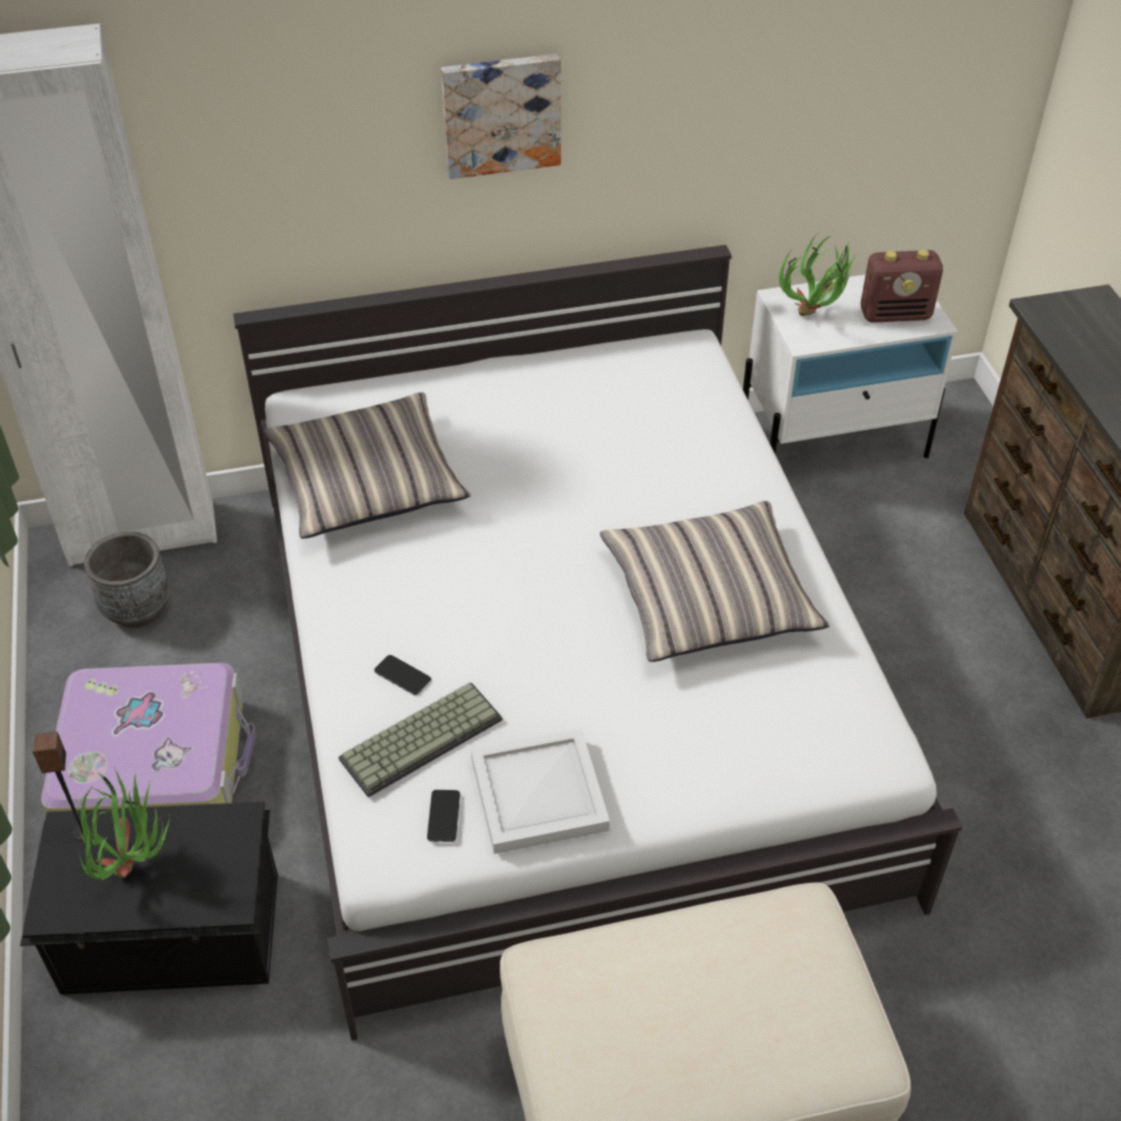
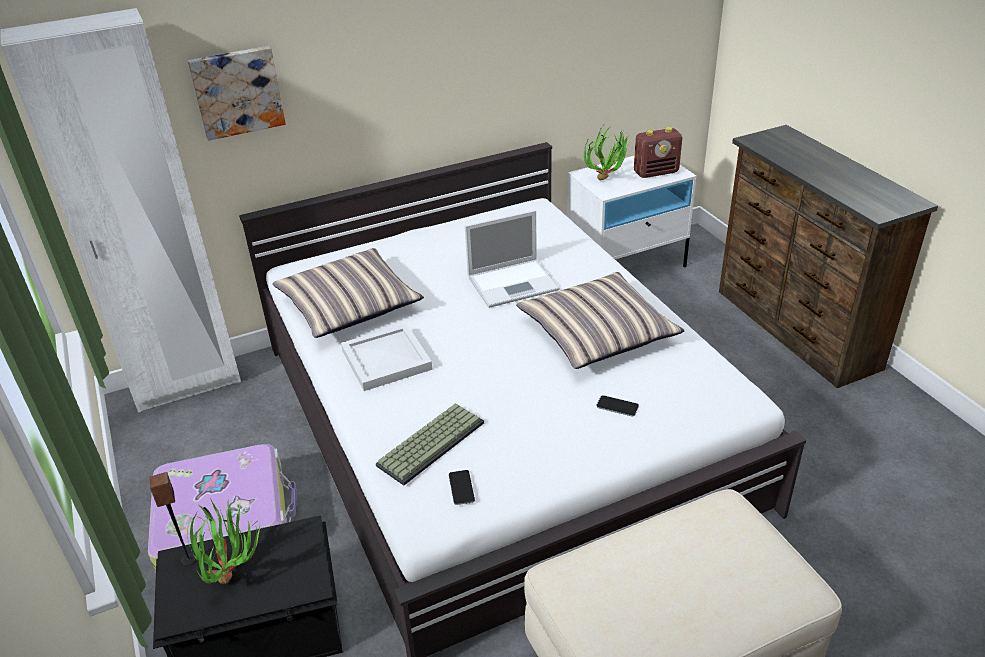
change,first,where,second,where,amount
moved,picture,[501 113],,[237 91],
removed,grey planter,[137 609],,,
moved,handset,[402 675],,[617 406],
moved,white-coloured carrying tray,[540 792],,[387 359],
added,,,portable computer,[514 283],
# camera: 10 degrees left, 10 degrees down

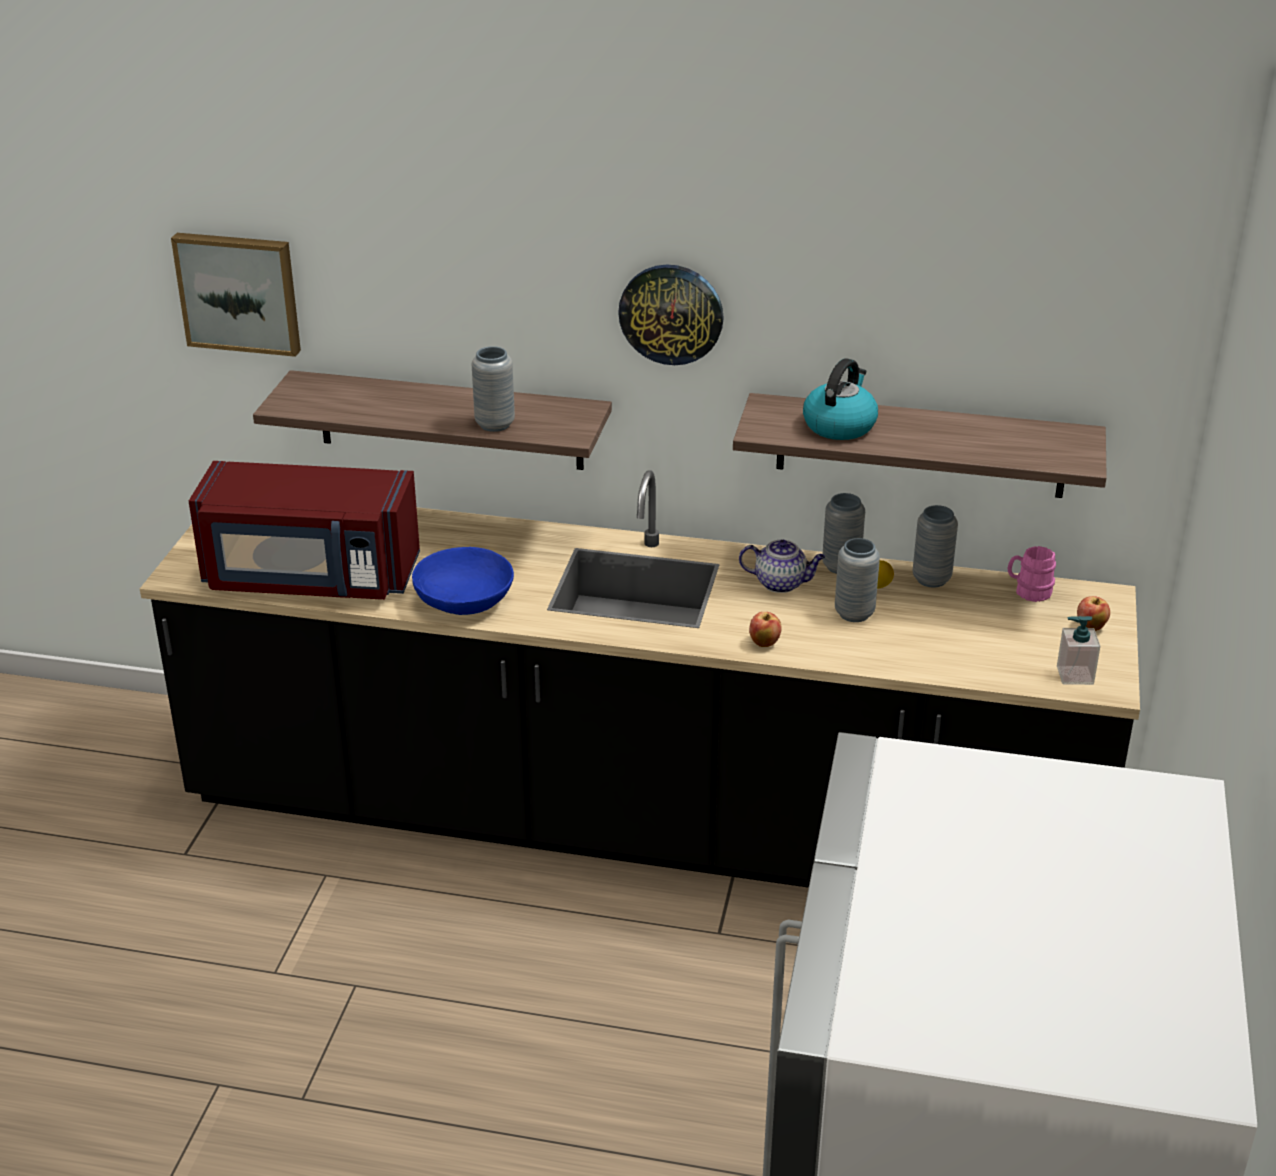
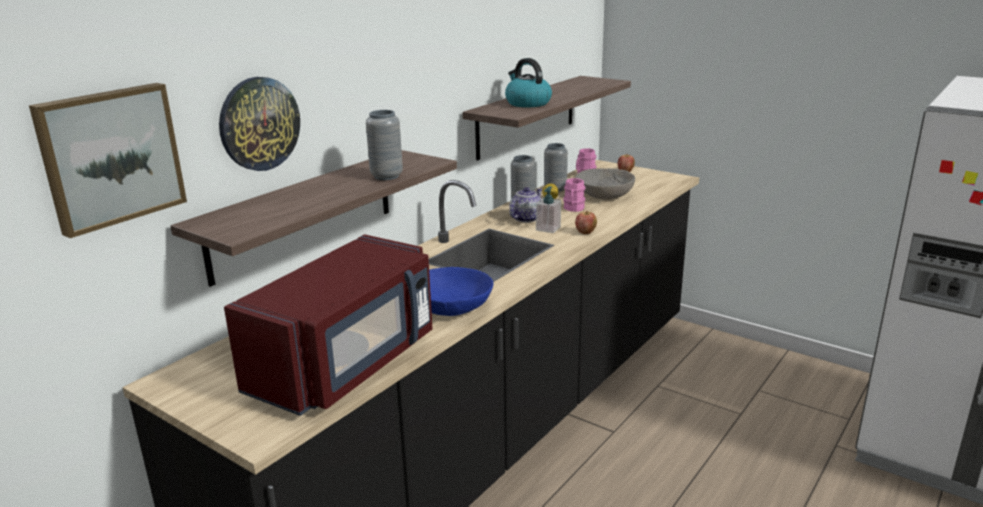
change,first,where,second,where,amount
moved,clock on the wall,[671 313],,[259 124],
replaced,grey vase,[854 614],pinkish tea mug,[573 209],
moved,soap bottle,[1074 675],,[548 228],
added,,,grey serving bowl,[604 195],
# camera: 65 degrees left, 10 degrees down

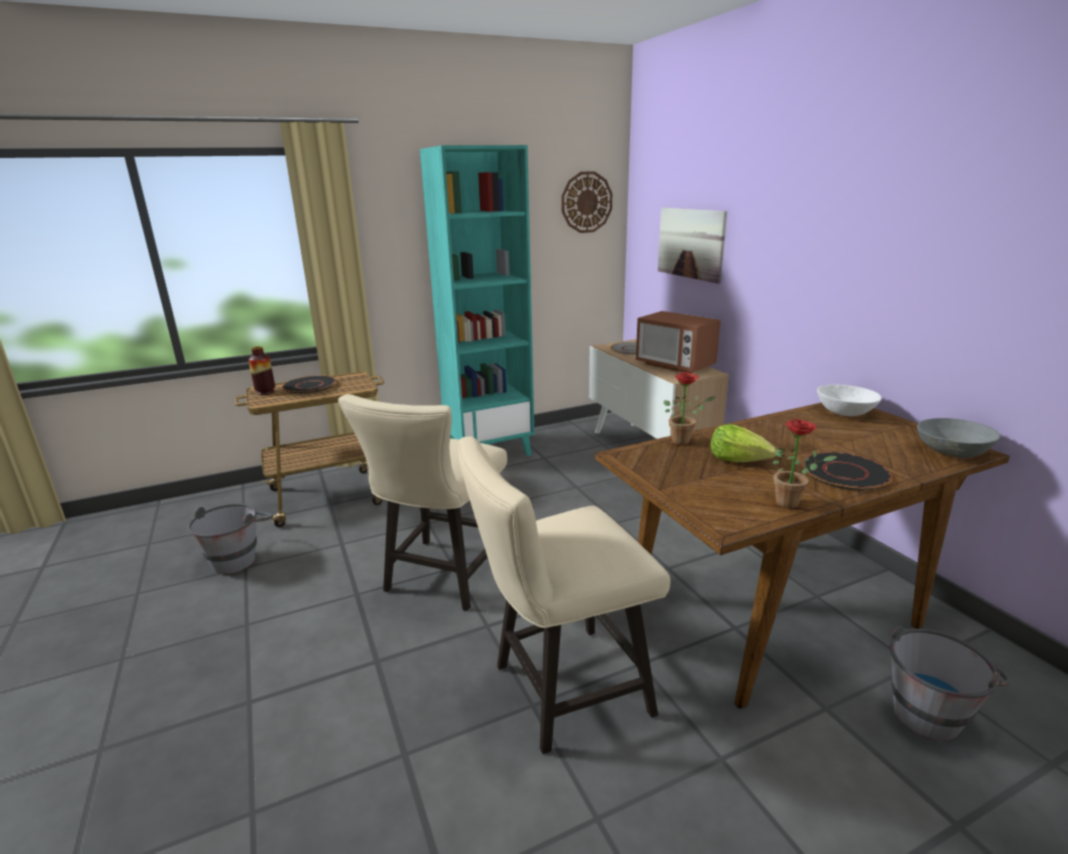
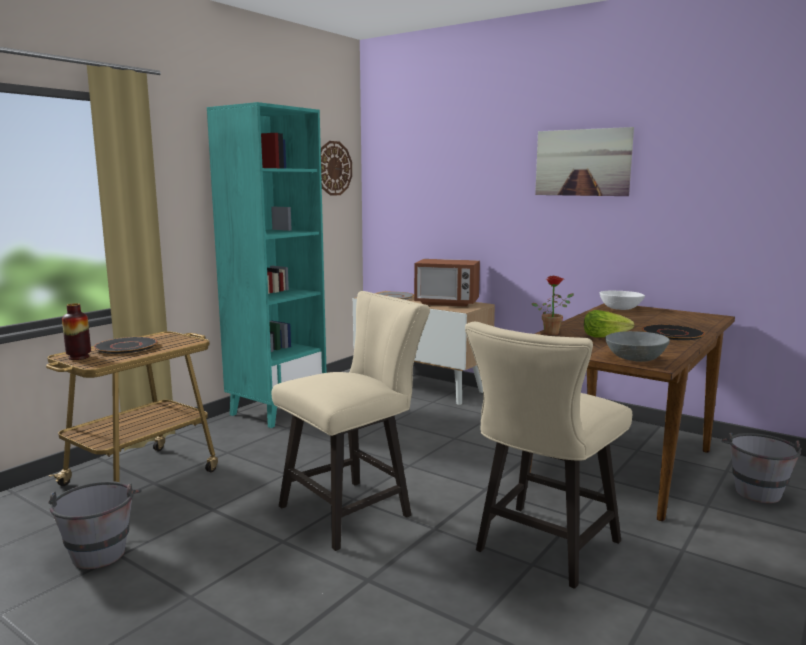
change,first,where,second,where,amount
moved,picture,[690 243],,[582 162],
turned,beige-coloured chair,[442 579],,[353 509],120 degrees counterclockwise
moved,grey serving bowl,[952 452],,[635 358],
removed,plant in a pot,[792 503],,,
# camera: 30 degrees left, 10 degrees down

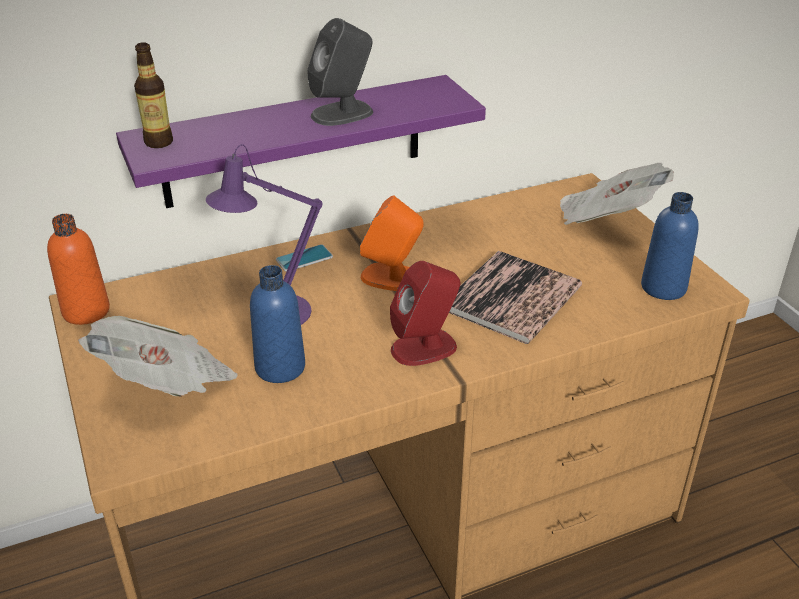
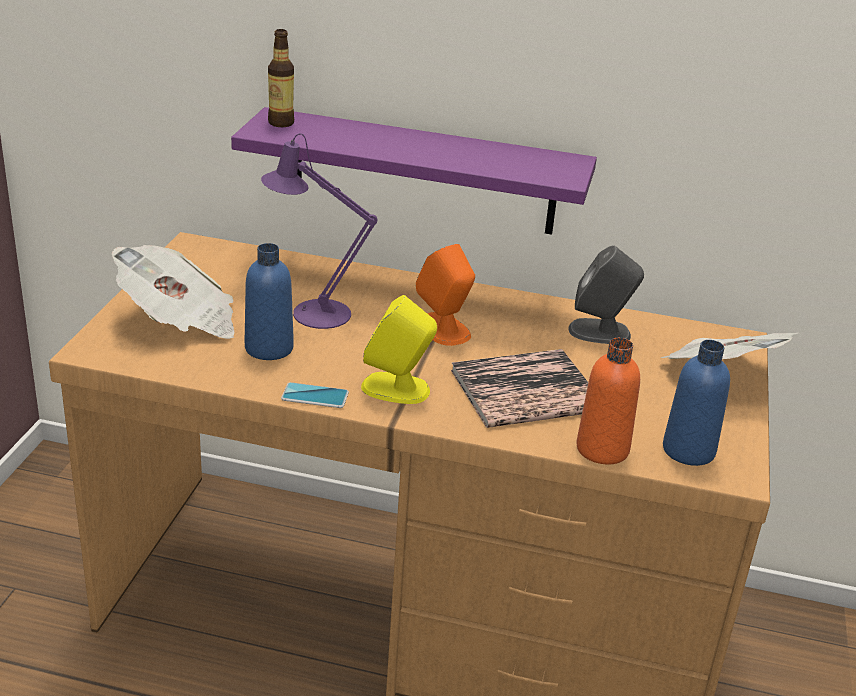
change,first,where,second,where,amount
moved,grey loudspeaker,[343 113],,[600 332],
moved,orange-coloured bottle,[86 311],,[602 449],
moved,handset,[304 258],,[315 396],
recoloured,red-coloured loudspeaker,[424 347],yellowish loudspeaker,[396 389],
# camera: 35 degrees right, 5 degrees down

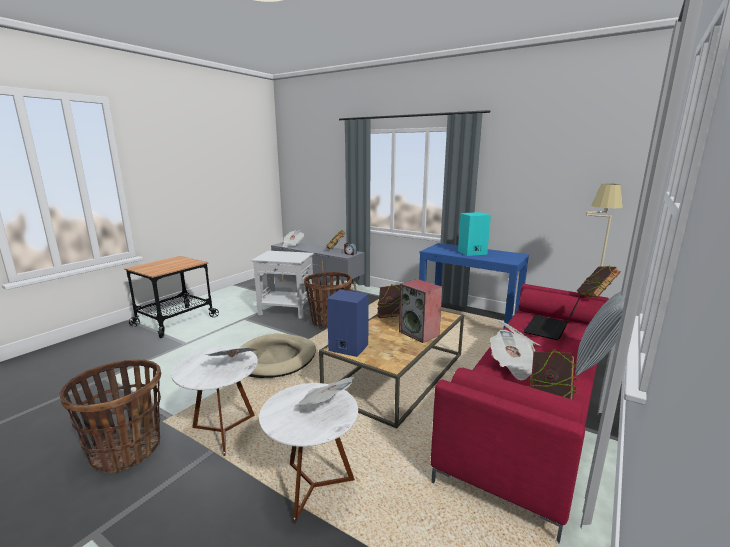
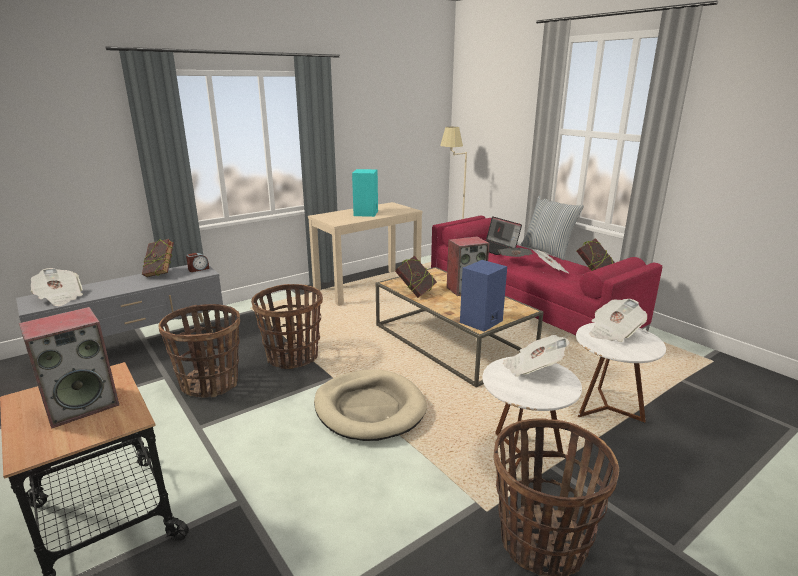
change,first,where,second,where,amount
recoloured,blue-coloured hall table,[468 320],beige-coloured hall table,[368 286],
replaced,white-coloured end table,[287 310],household basket,[210 383],
removed,bound book,[595 297],,,
added,,,loudspeaker,[83 405],
# camera: 70 degrees left, 5 degrees up

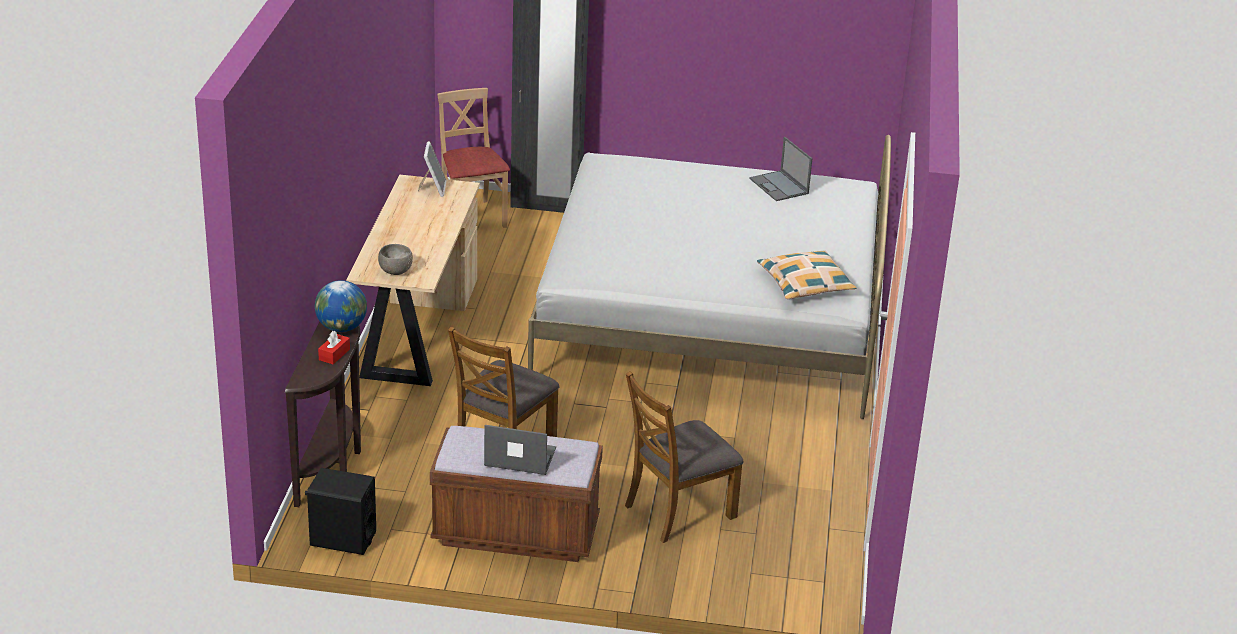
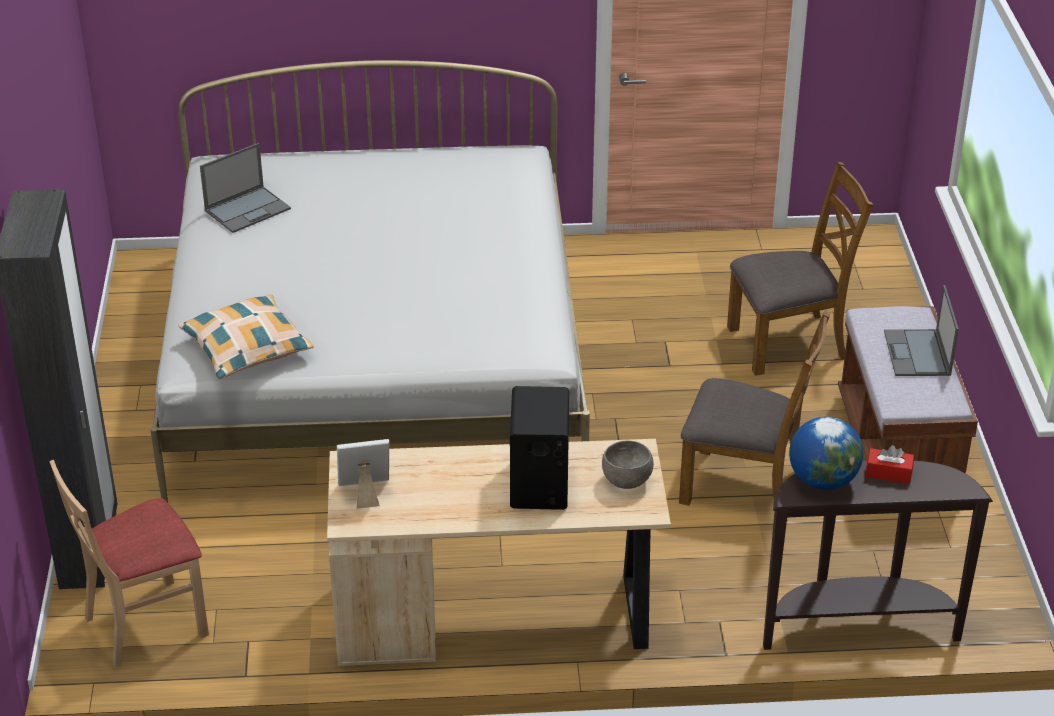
change,first,where,second,where,amount
moved,cushion,[805 283],,[247 347],
turned,brown chair,[678 511],,[788 343],60 degrees counterclockwise
moved,blackish loudspeaker,[342 539],,[539 484],
# camera: 100 degrees left, 5 degrees up

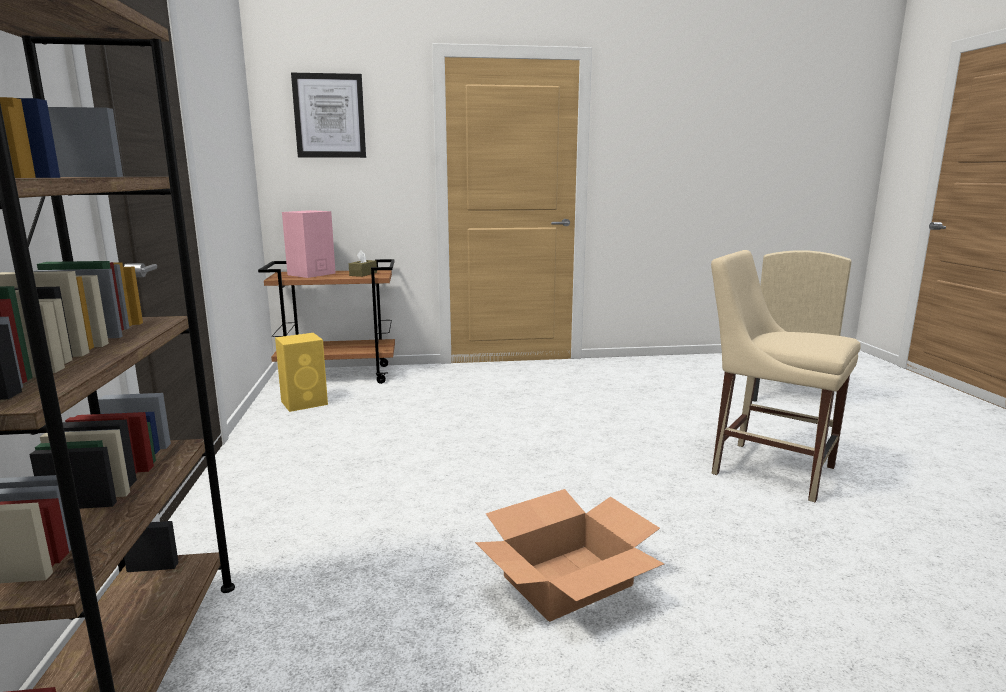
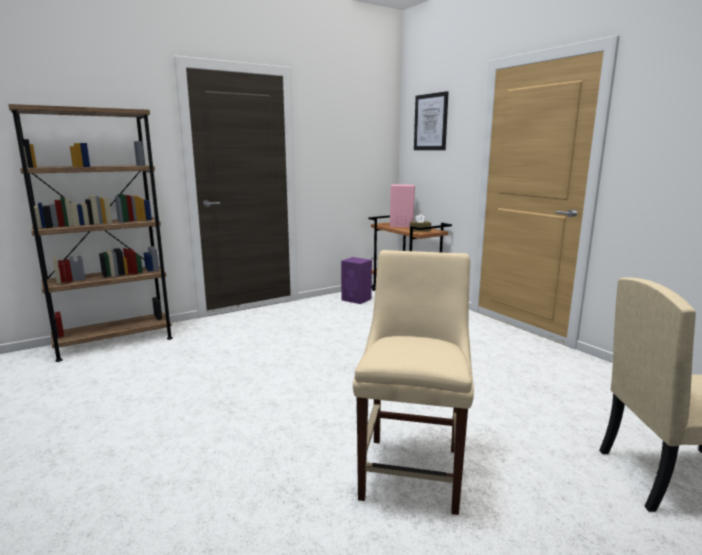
change,first,where,second,where,amount
recoloured,yellowish loudspeaker,[305 402],purple loudspeaker,[357 299],
removed,packing box,[568 581],,,
# camera: 65 degrees right, 0 degrees up

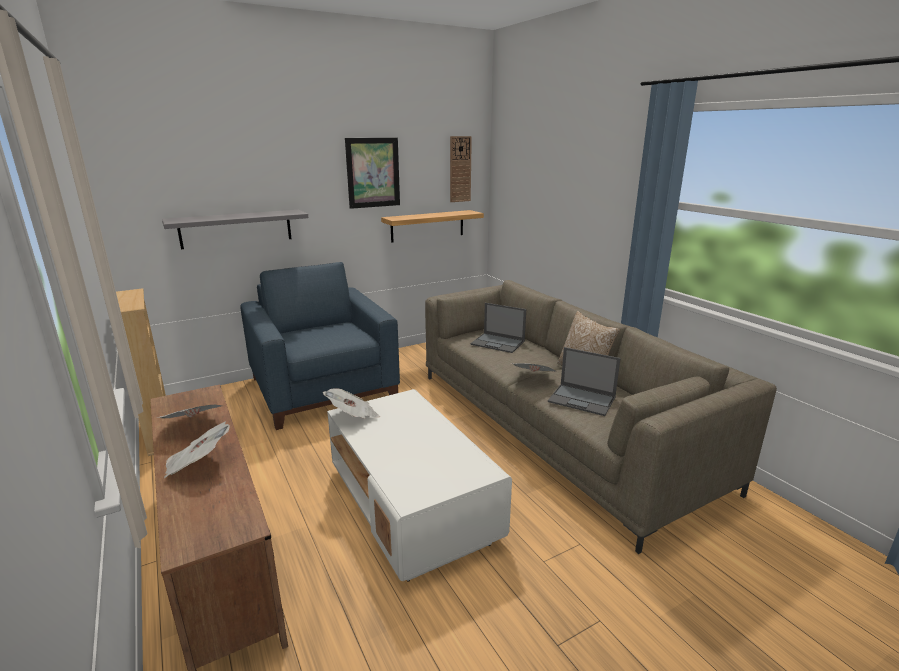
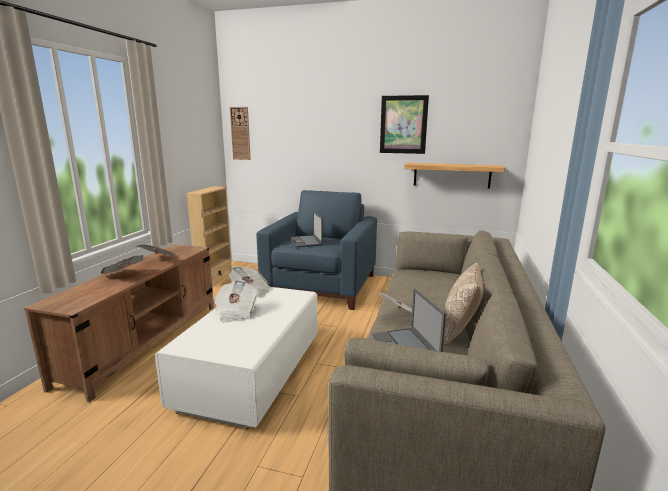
change,first,where,second,where,amount
moved,clock on the wall,[460 169],,[240 133],
removed,grey wall shelf,[236 229],,,
moved,portable computer,[498 343],,[306 241],
added,,,daily paper,[236 312],
# camera: 45 degrees right, 5 degrees down

